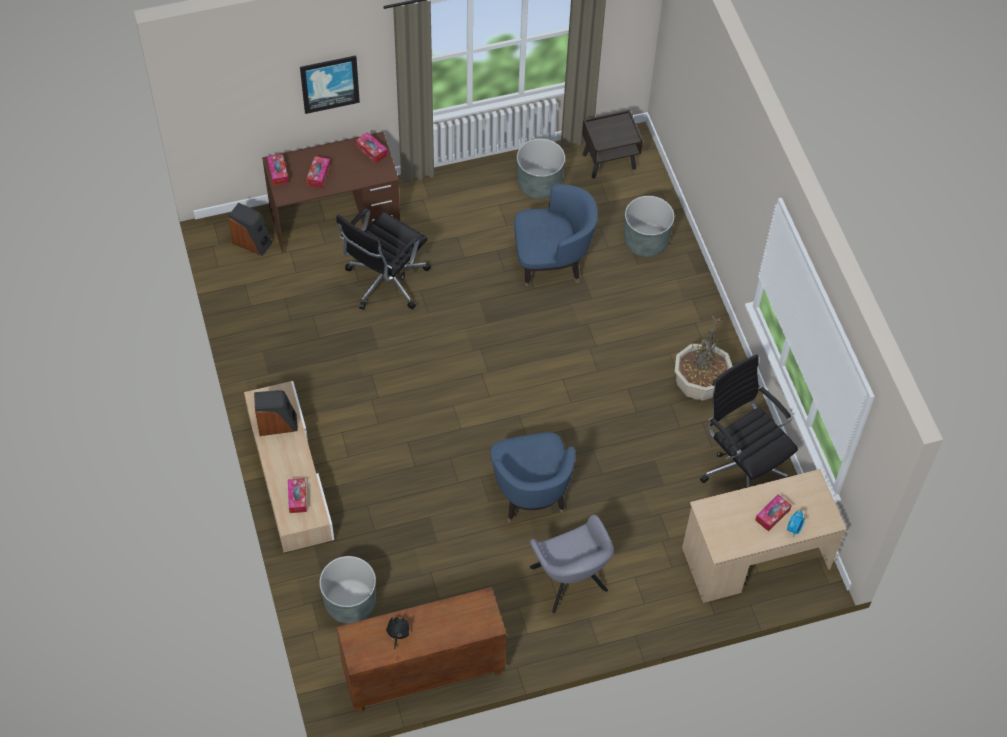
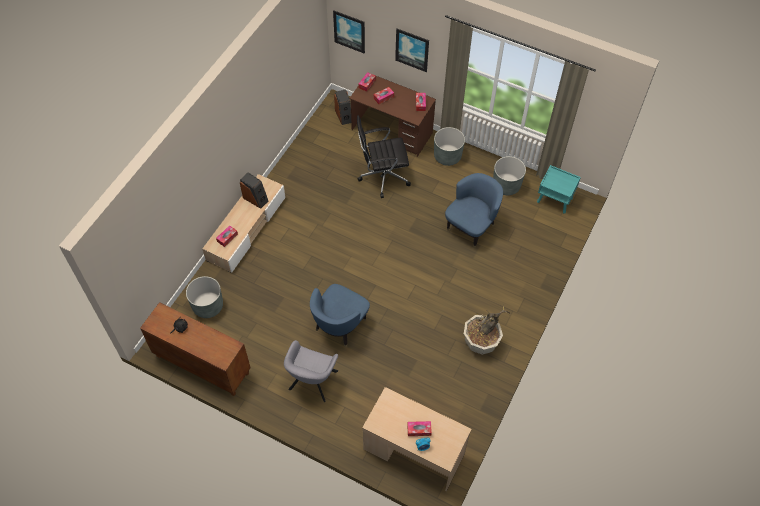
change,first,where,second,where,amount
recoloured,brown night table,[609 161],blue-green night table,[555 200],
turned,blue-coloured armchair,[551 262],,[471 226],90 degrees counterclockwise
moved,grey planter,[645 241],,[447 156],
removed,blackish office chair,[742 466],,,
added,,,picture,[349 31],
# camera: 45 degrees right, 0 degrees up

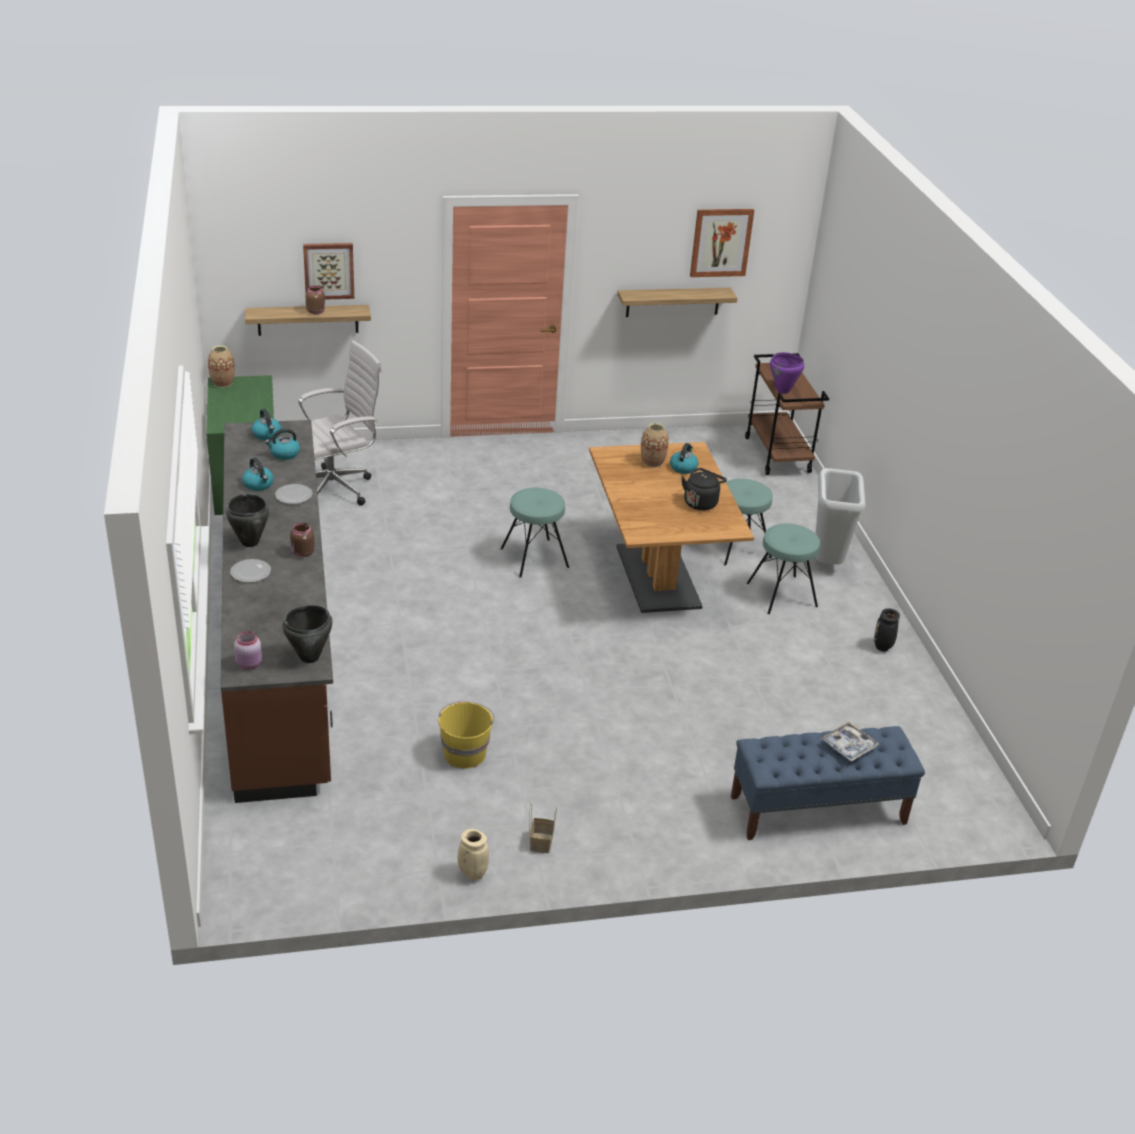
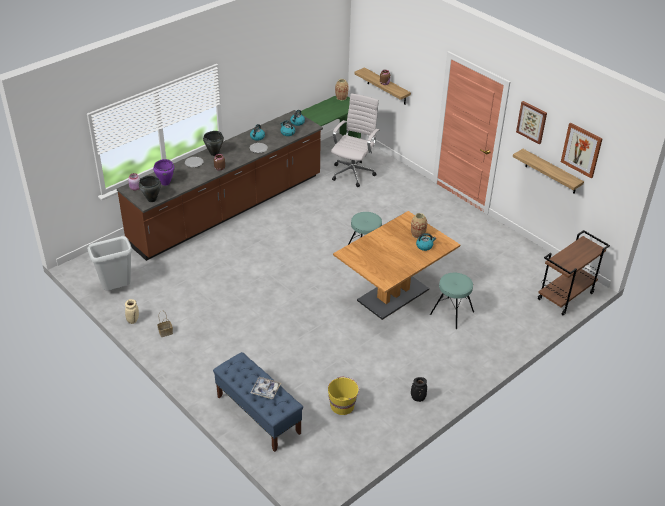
change,first,where,second,where,amount
moved,picture,[329 270],,[532 122],
turned,white-coloured office chair,[336 488],,[353 172],90 degrees counterclockwise
moved,purple saucepot,[783 390],,[165 183],
removed,blackish kettle,[701 502],,,
moved,grey waste bin,[826 563],,[117 289],
removed,blue-green sitting stool,[781 595],,,
moved,yellowish water bucket,[464 753],,[342 405],
# camera: 60 degrees right, 5 degrees up

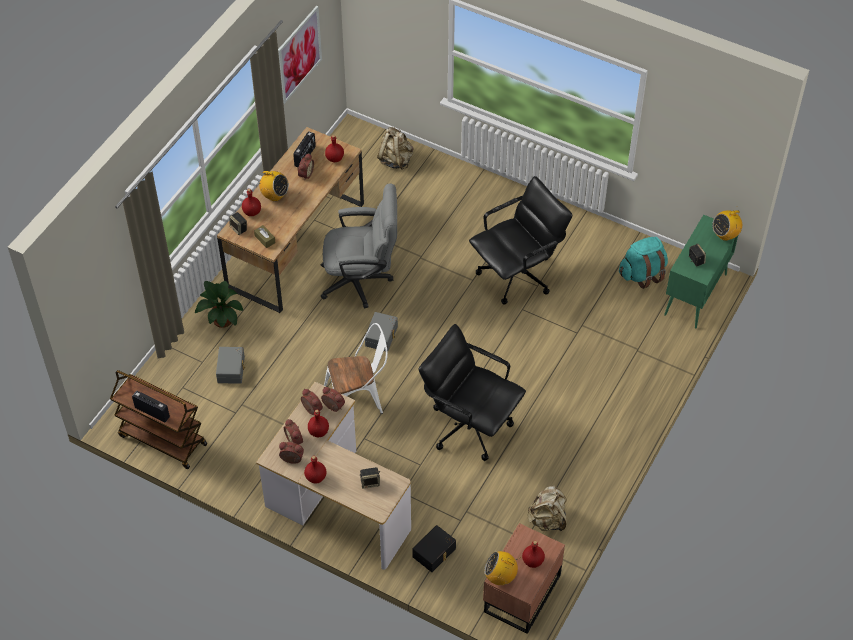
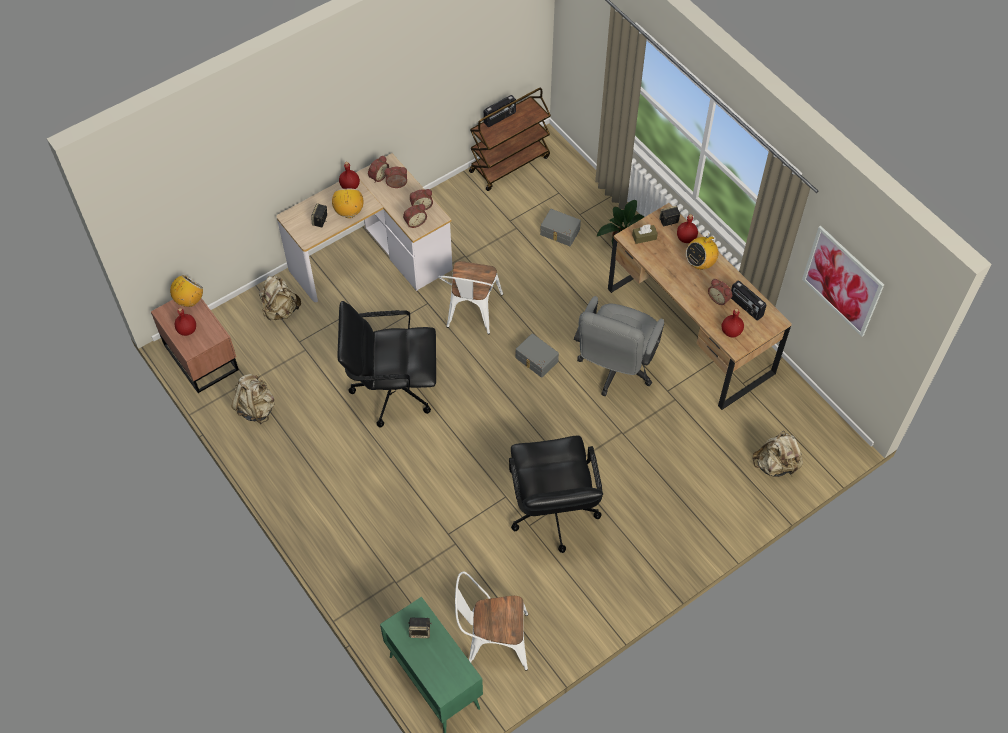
change,first,where,second,where,amount
moved,radio,[725 235],,[349 212],
replaced,blue-green knapsack,[642 274],white-coloured chair,[491 640],
turned,blackish office chair,[469 425],,[392 390],150 degrees counterclockwise
removed,red-coloured bottle,[319 431],,,
replaced,blackish storage bin,[435 553],beige-coloured knapsack,[280 310],
# camera: 115 degrees right, 5 degrees up

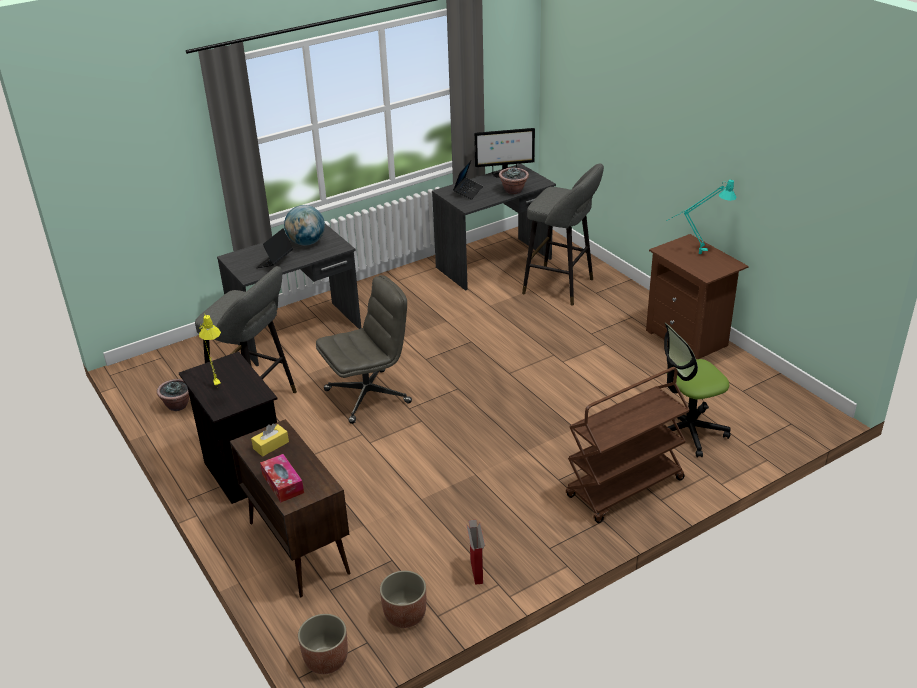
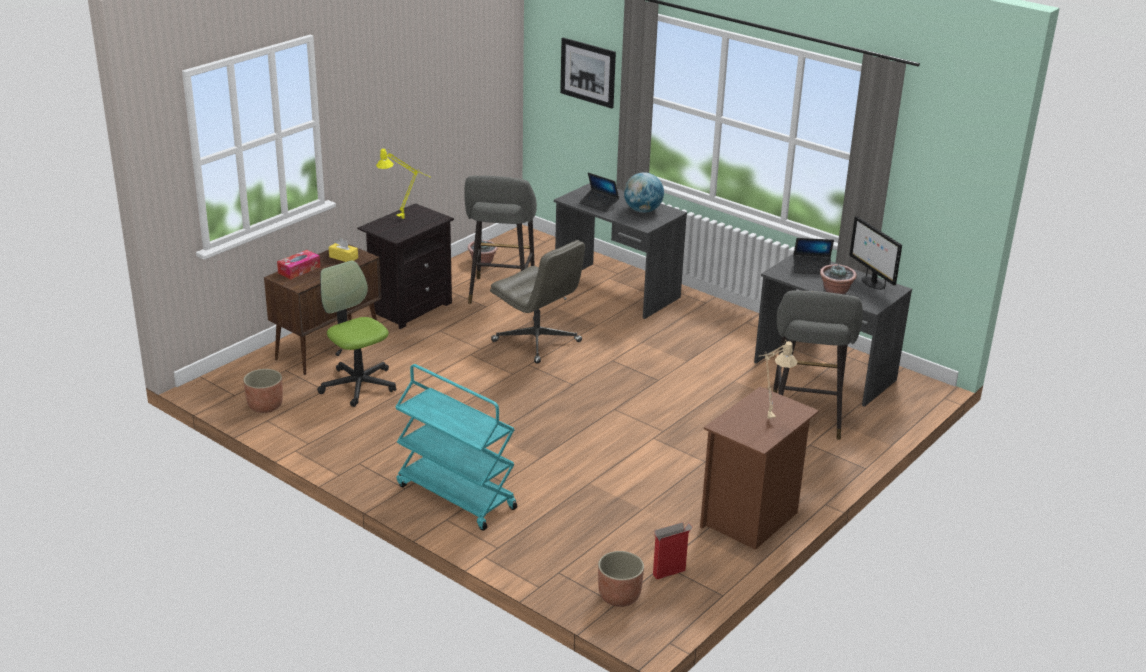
change,first,where,second,where,amount
recoloured,blue-green tabletop lamp,[695 254],beige-coloured tabletop lamp,[767 416],
turned,portable computer,[275 262],,[599 204],150 degrees counterclockwise
moved,office chair,[687 431],,[358 385],
recoloured,brown cart,[625 489],blue-green cart,[455 496],
moved,packing box,[476 571],,[669 572],
moved,planter,[326 660],,[619 596],
added,,,picture,[588 72],
# camera: 70 degrees right, 5 degrees down

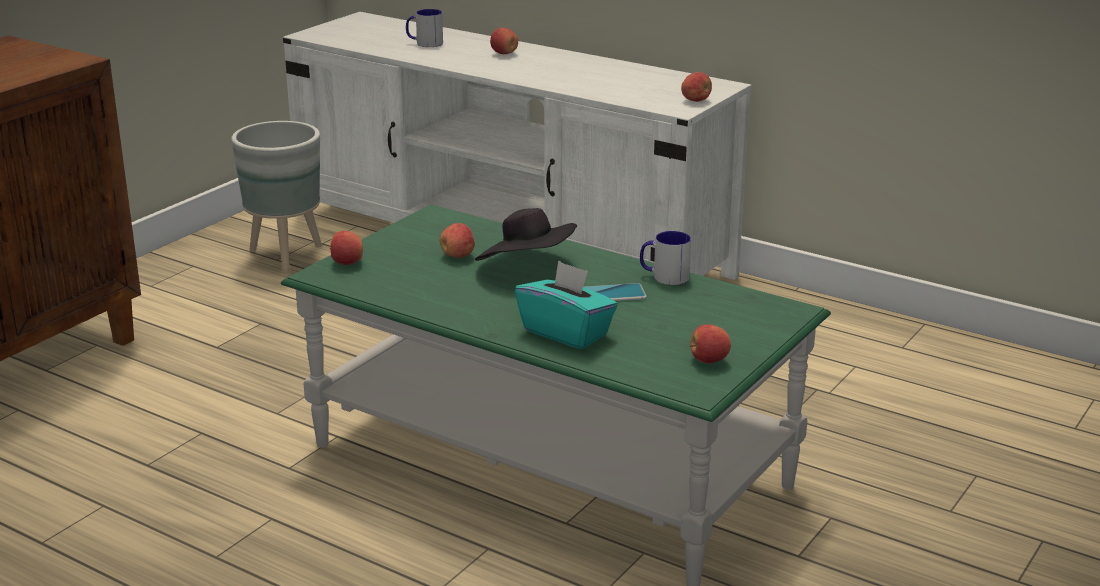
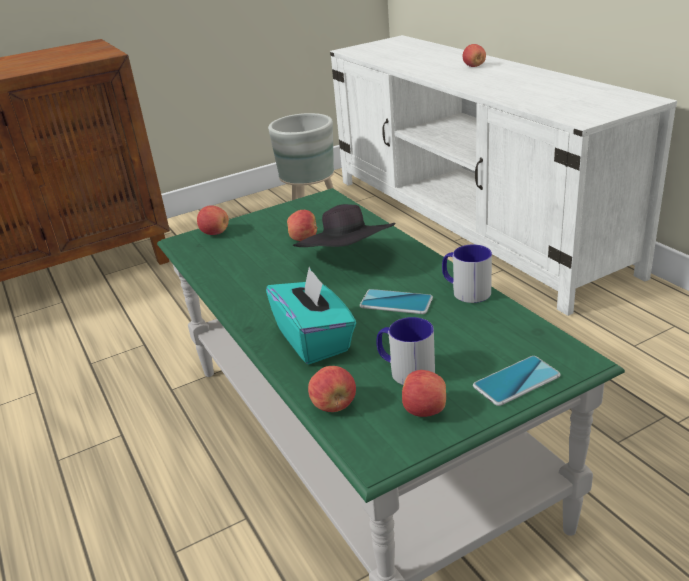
change,first,where,second,where,amount
moved,tea mug,[424 43],,[405 370],
moved,whole apple,[696 100],,[334 405],
added,,,handset,[516 381],
# camera: 30 degrees right, 5 degrees up

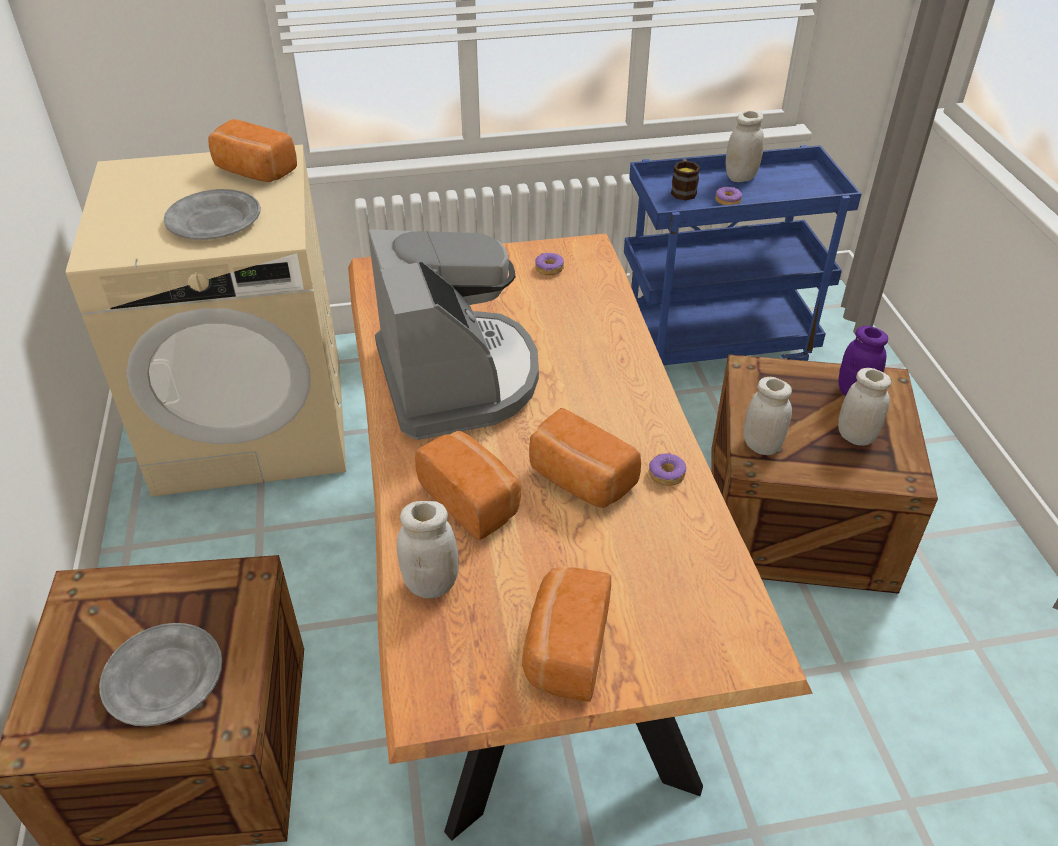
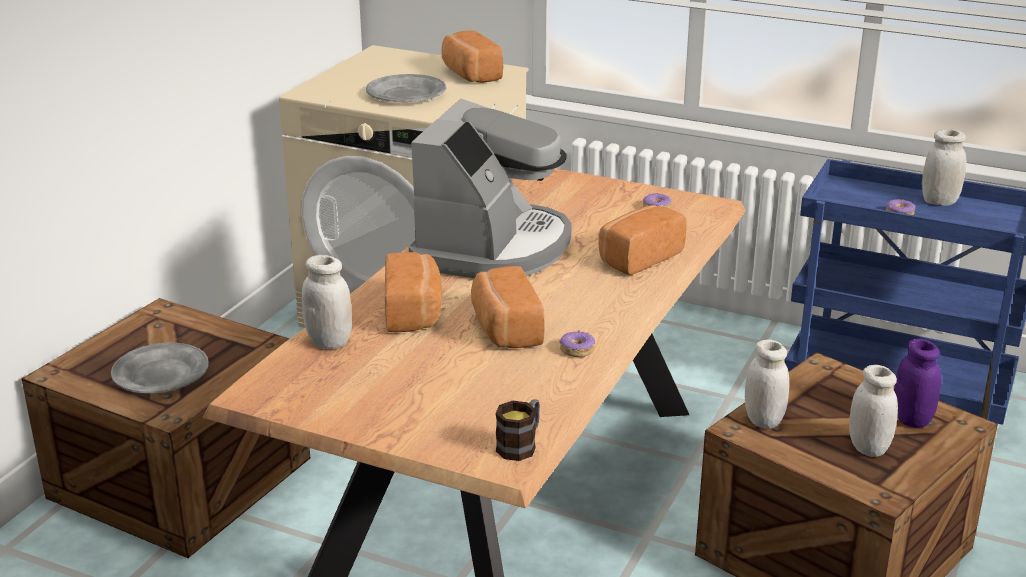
change,first,where,second,where,amount
moved,tea mug,[683 190],,[521 445],
moved,baked bread,[564 649],,[638 257],
# camera: 35 degrees right, 15 degrees down

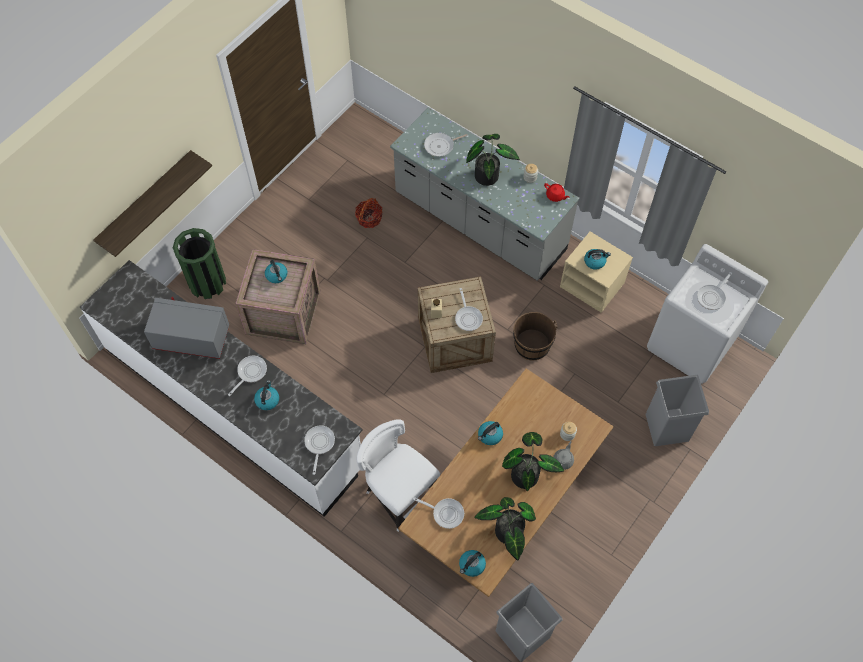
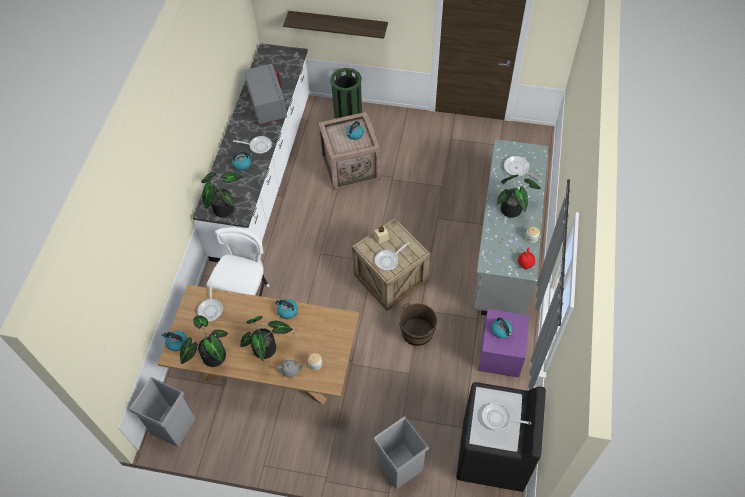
change,first,where,second,where,amount
removed,household basket,[369 218],,,
recoloured,beige-coloured night table,[592 285],purple night table,[500 354],
recoloured,white-coloured laundry appliance,[691 343],blackish laundry appliance,[492 455],
replaced,frying pan,[319 444],plant in a pot,[223 207],
# camera: 65 degrees right, 5 degrees down

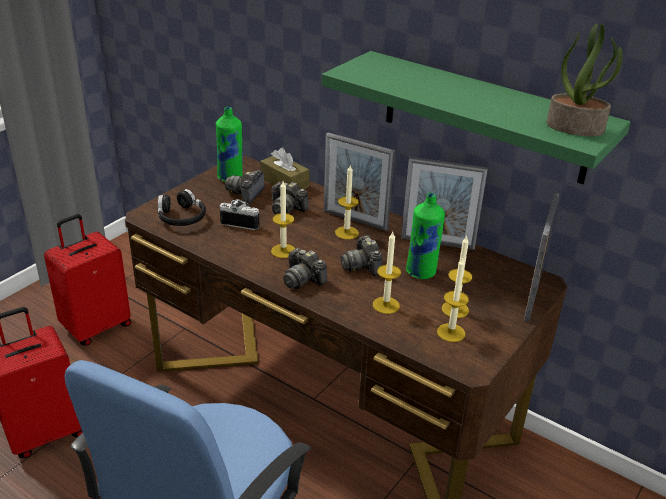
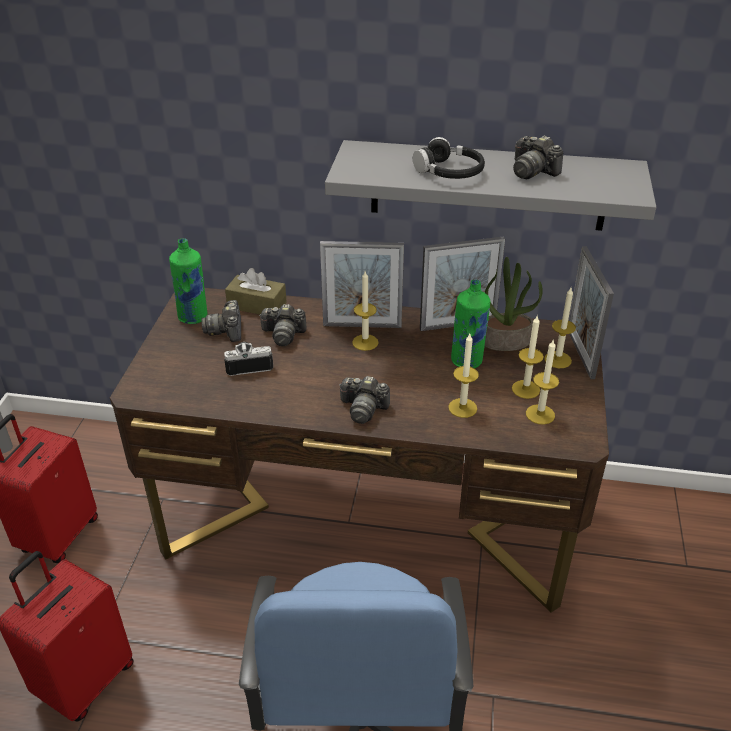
change,first,where,second,where,amount
moved,plant in a pot,[576 127],,[506 341],
recoloured,greenish wall shelf,[484 117],grey wall shelf,[488 186],
moved,wax candle,[283 251],,[557 359],
moved,blackish headset,[181 217],,[449 171],
moved,photo camera,[362 266],,[532 171],
# camera: 25 degrees left, 5 degrees up

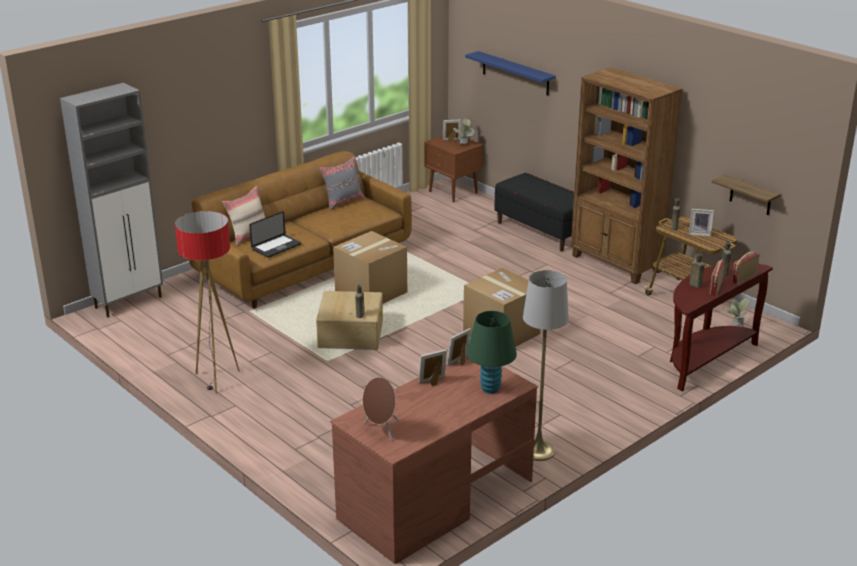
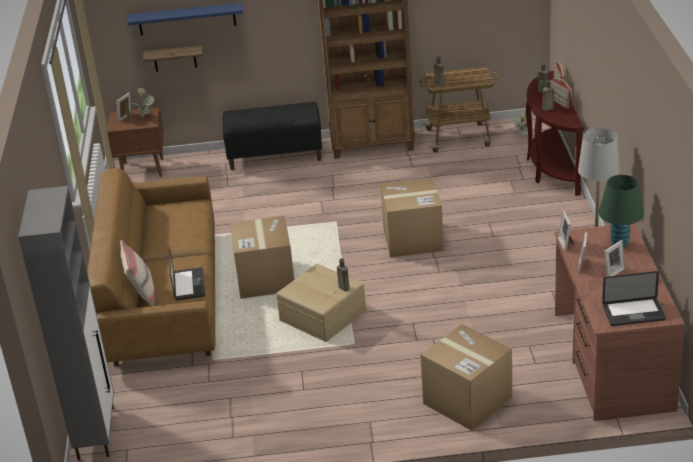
change,first,where,second,where,amount
removed,grey cushion,[343 202],,,
moved,wall shelf,[750 195],,[175 58],
moved,standing frame,[699 233],,[612 272],
removed,standing lamp,[217 379],,,
replaced,brown loudspeaker,[381 430],portable computer,[633 313],
added,,,packing box,[467 400],
# camera: 50 degrees left, 5 degrees up

